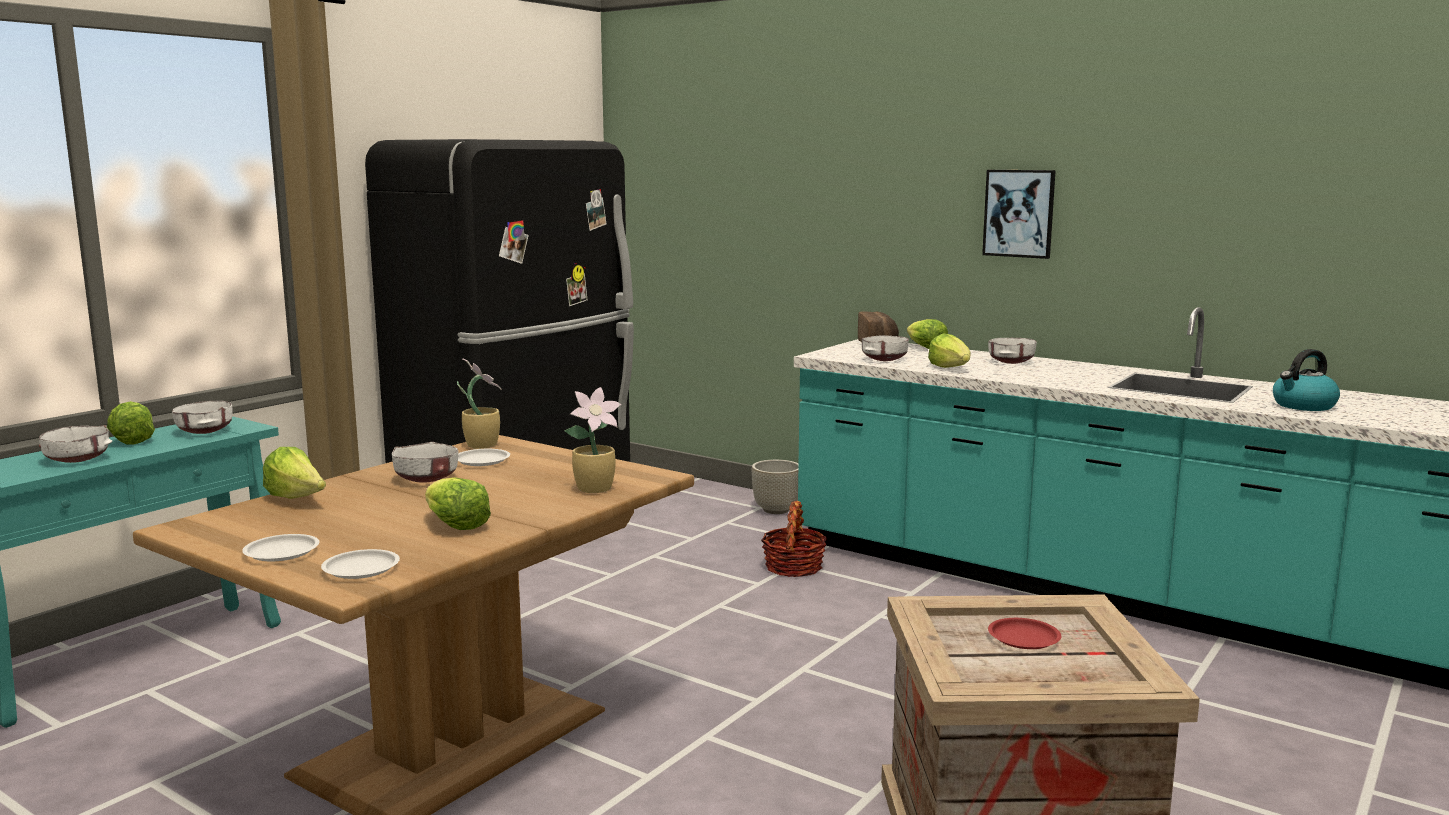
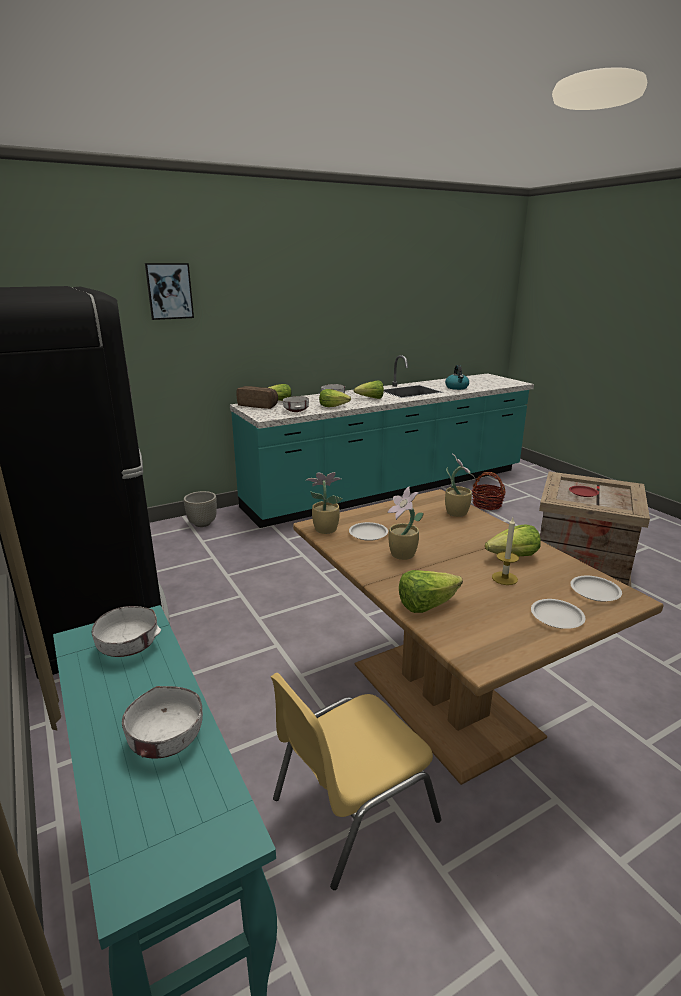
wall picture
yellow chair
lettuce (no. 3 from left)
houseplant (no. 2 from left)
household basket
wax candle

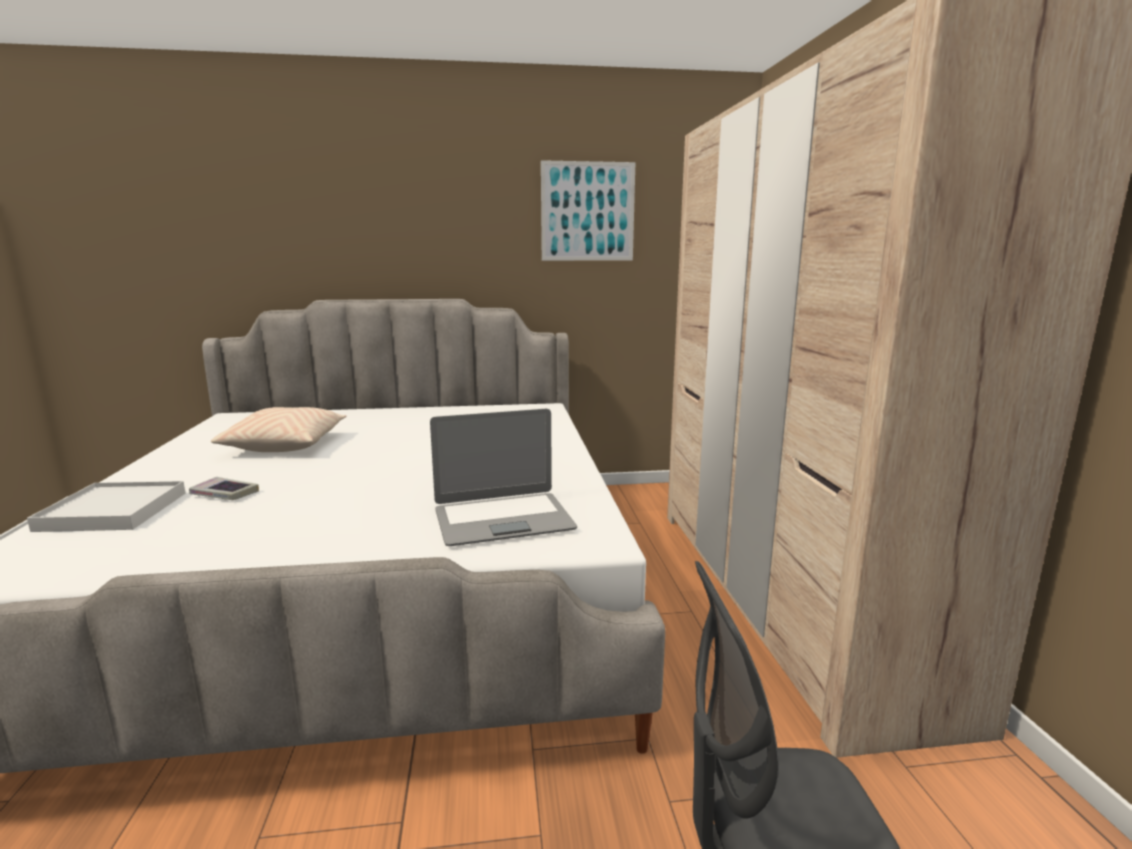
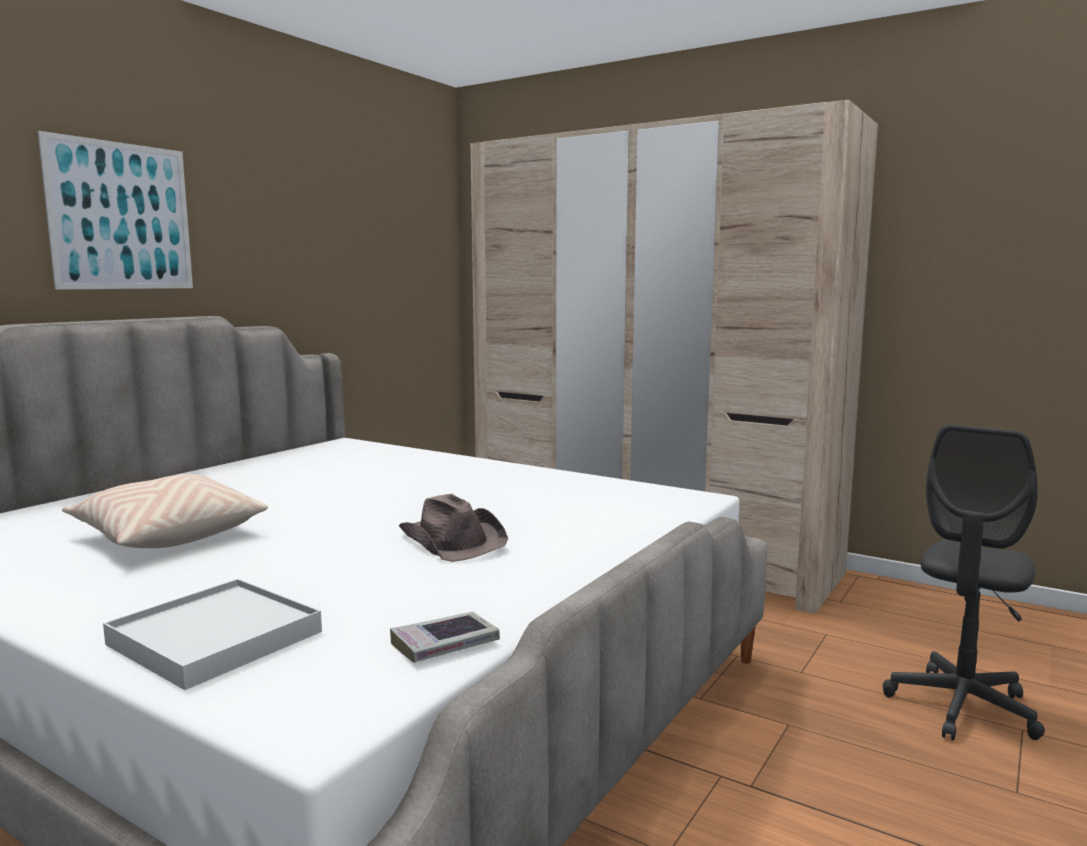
wall picture
bound book
brown hat
notebook computer

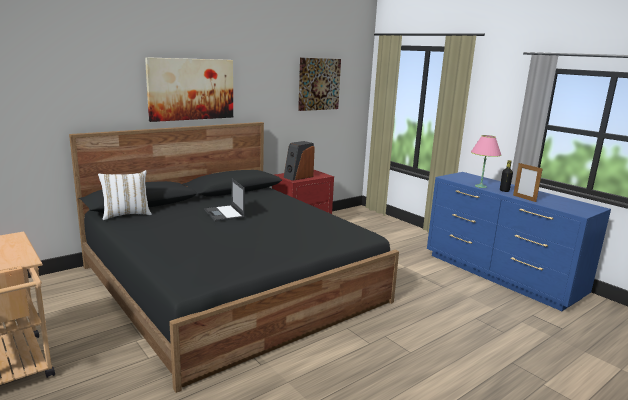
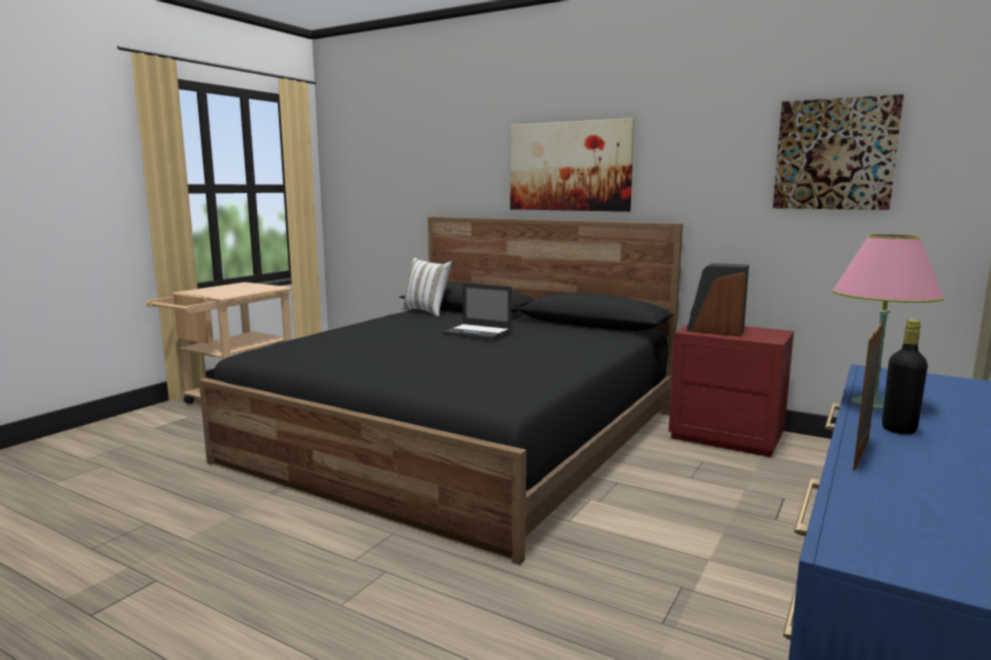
notebook computer

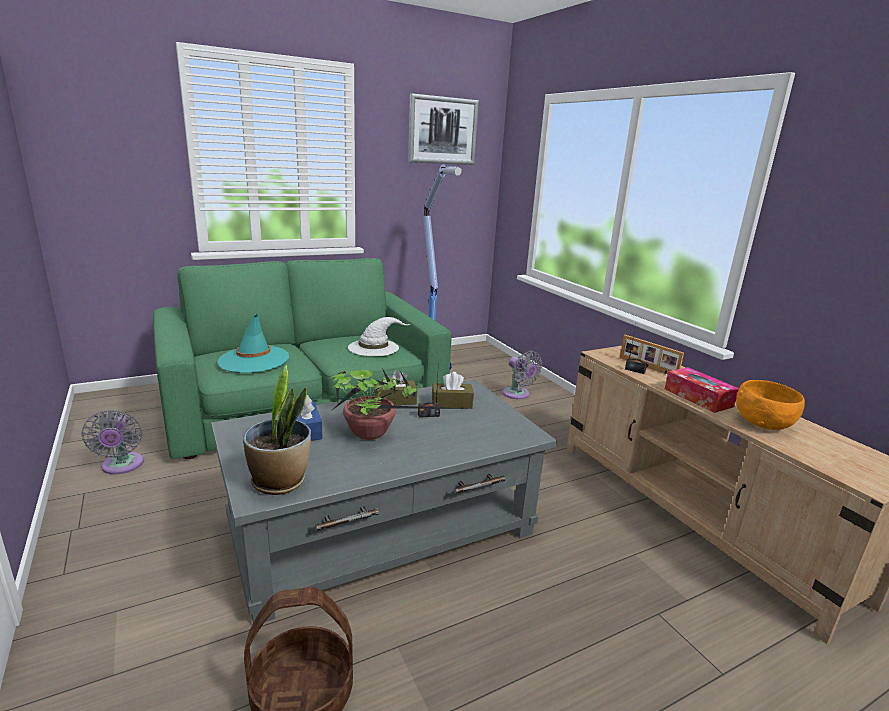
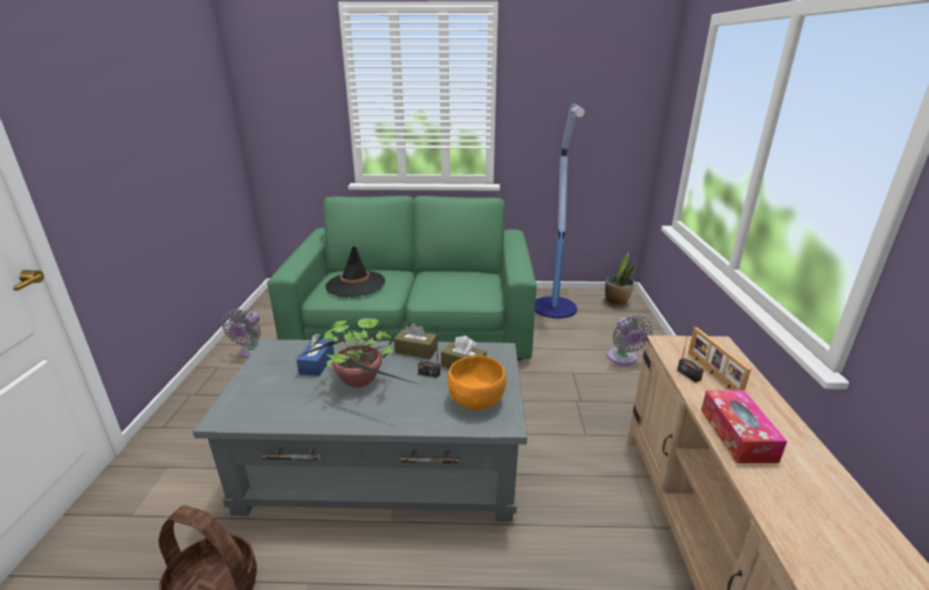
black-coloured hat
orange deep dish
houseplant (no. 2 from left)
whitish hat
wall picture

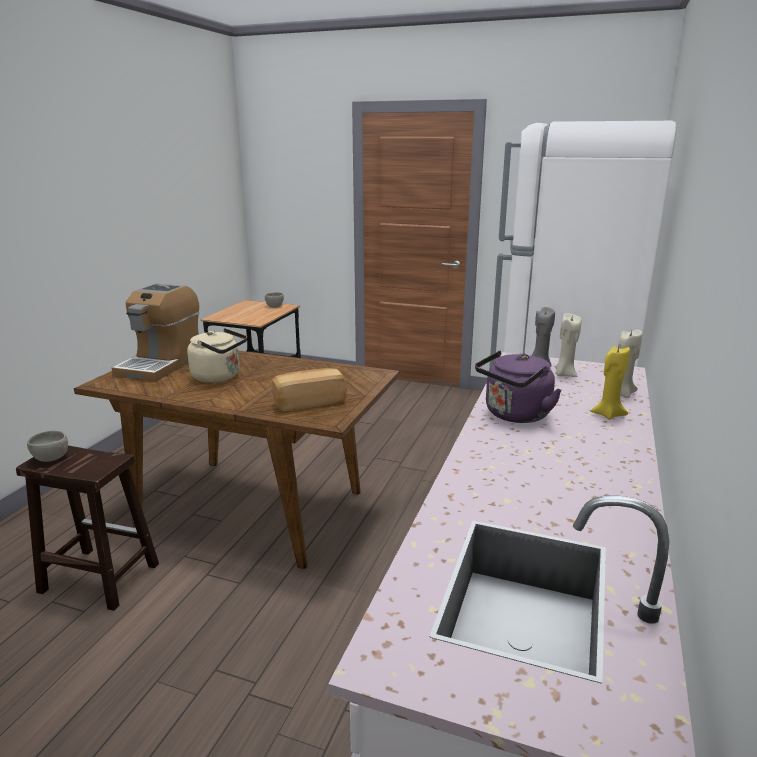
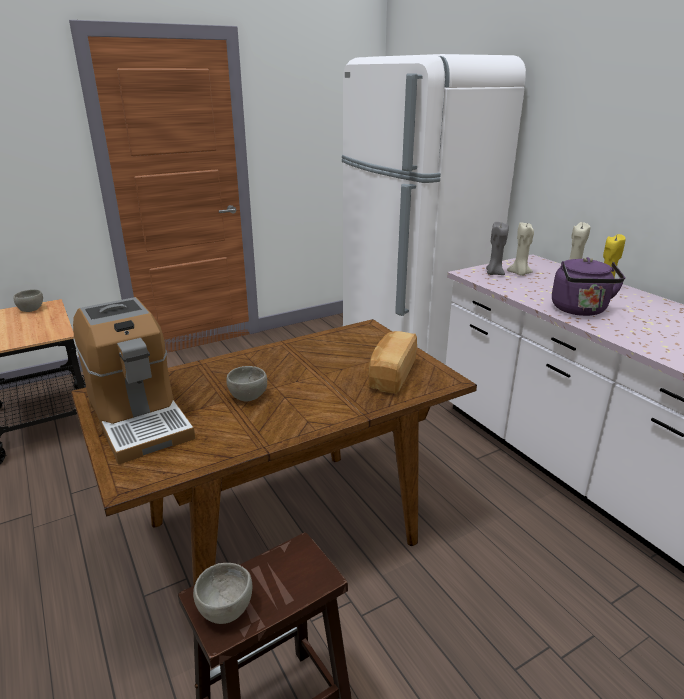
greyish deep dish (no. 3 from left)

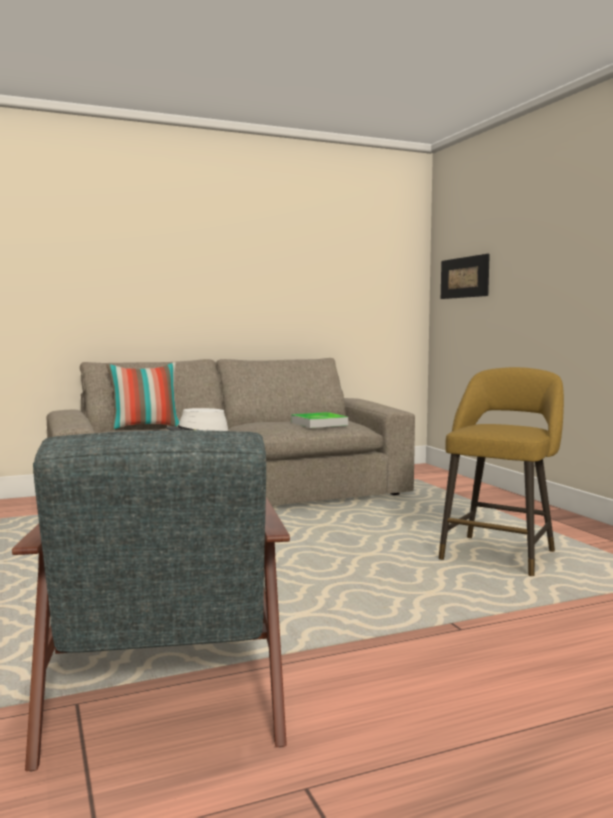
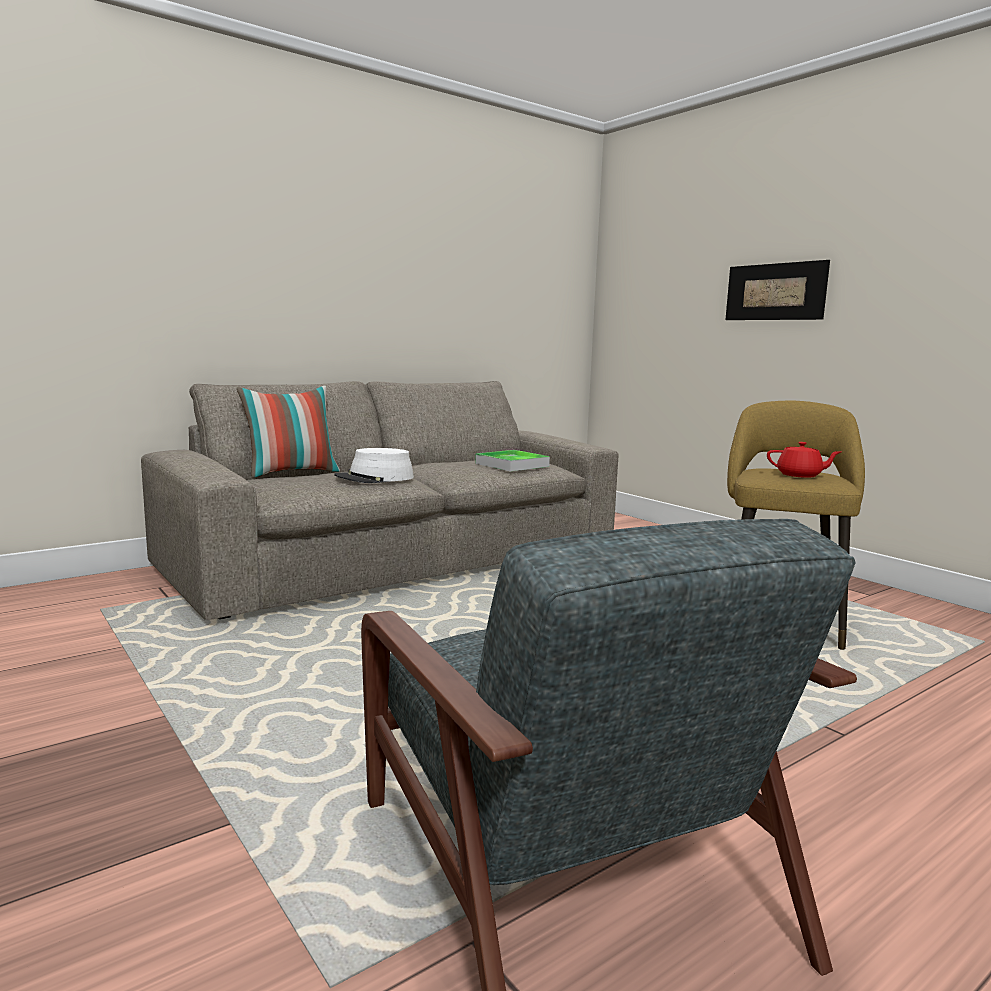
wall picture
reddish teapot

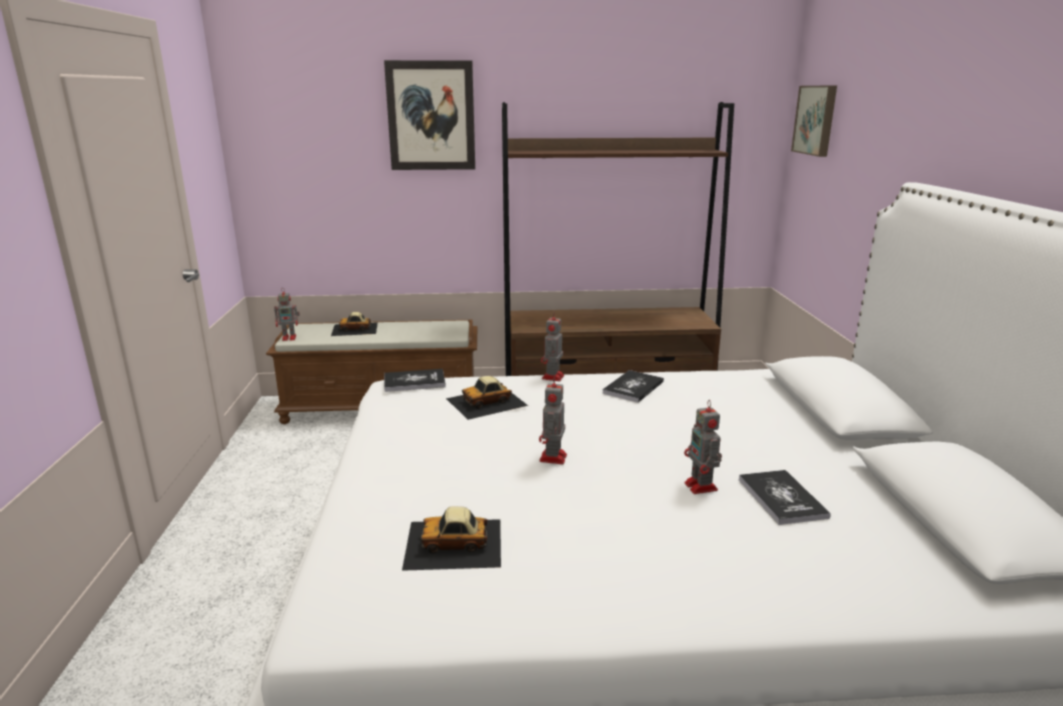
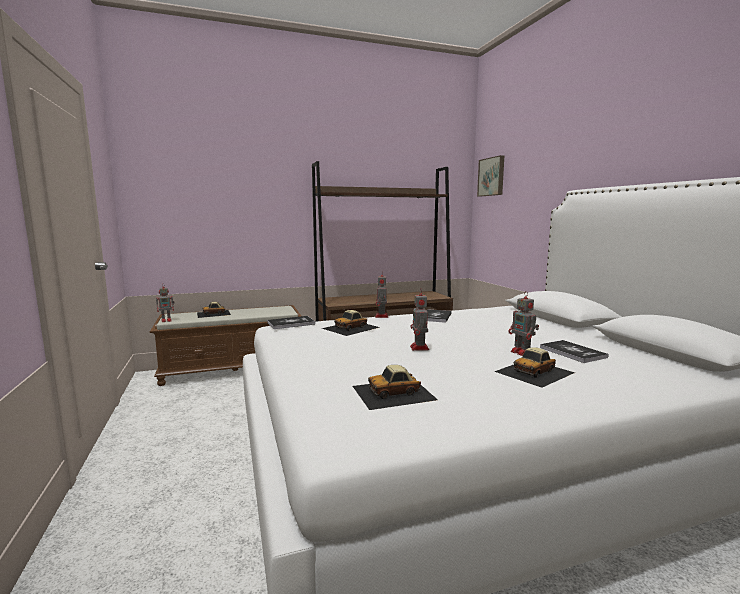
miniature car (no. 4 from left)
wall picture (no. 1 from left in the first image)

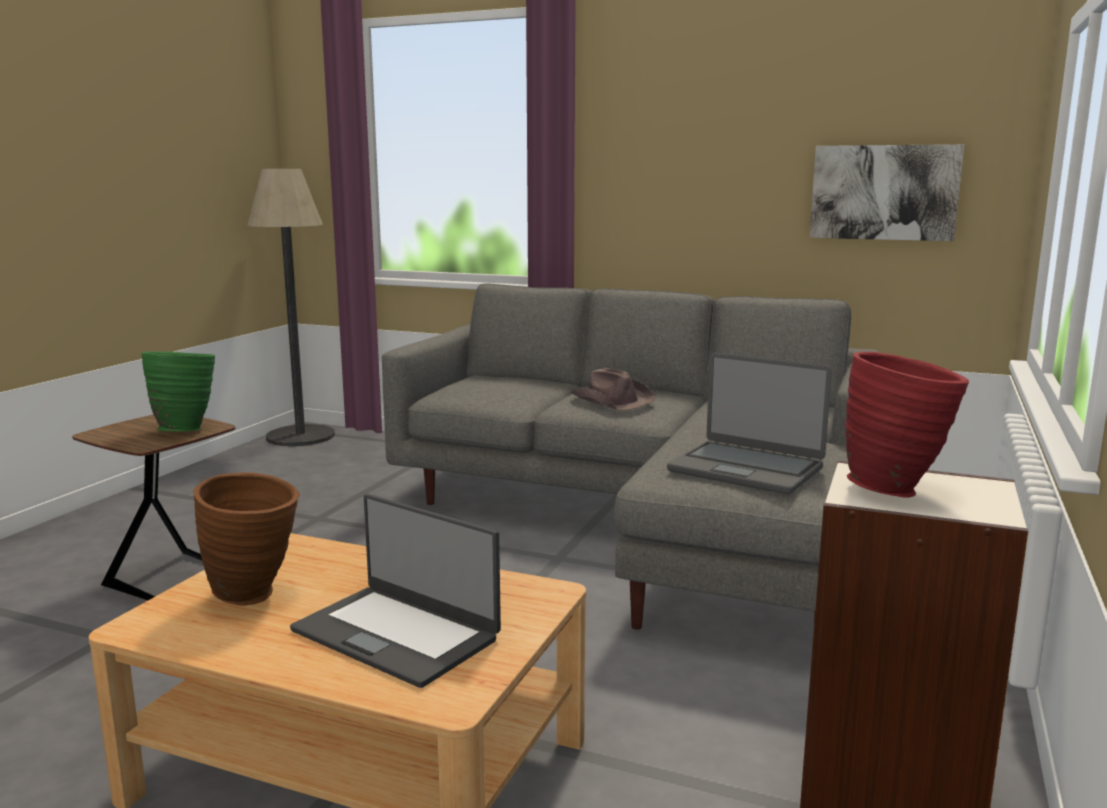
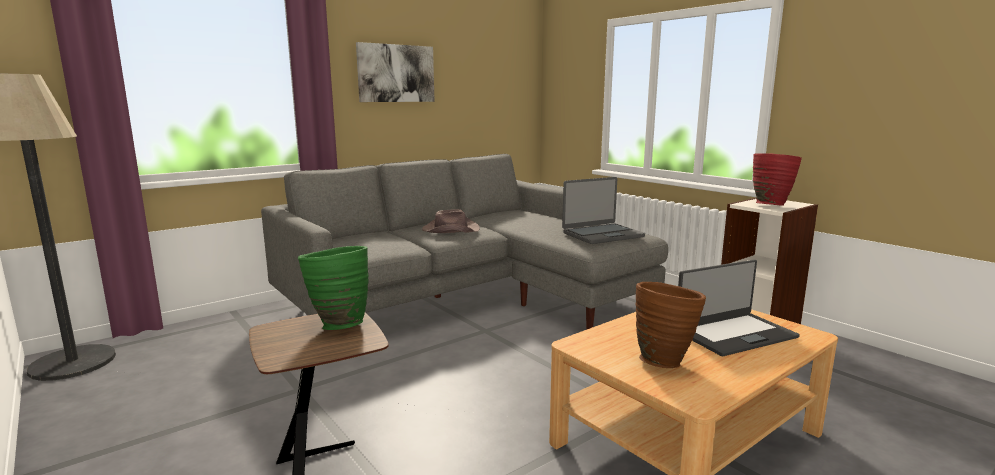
wall picture

